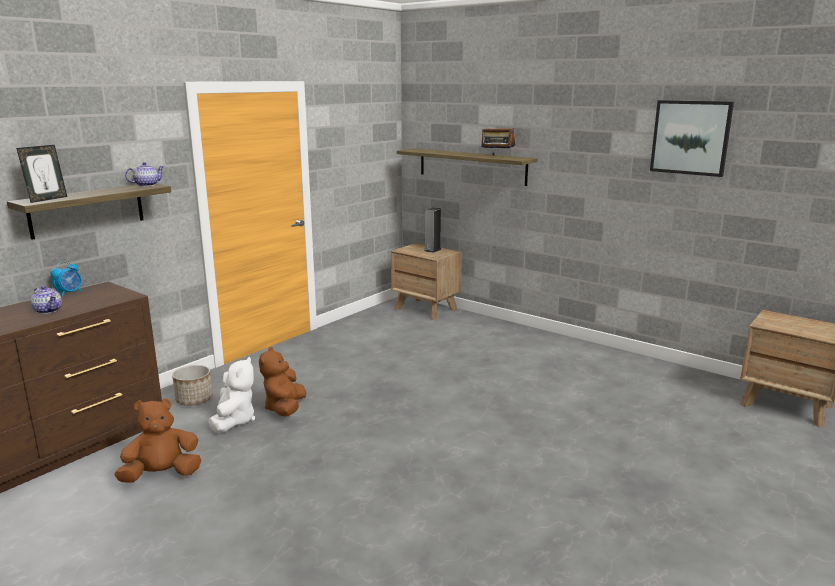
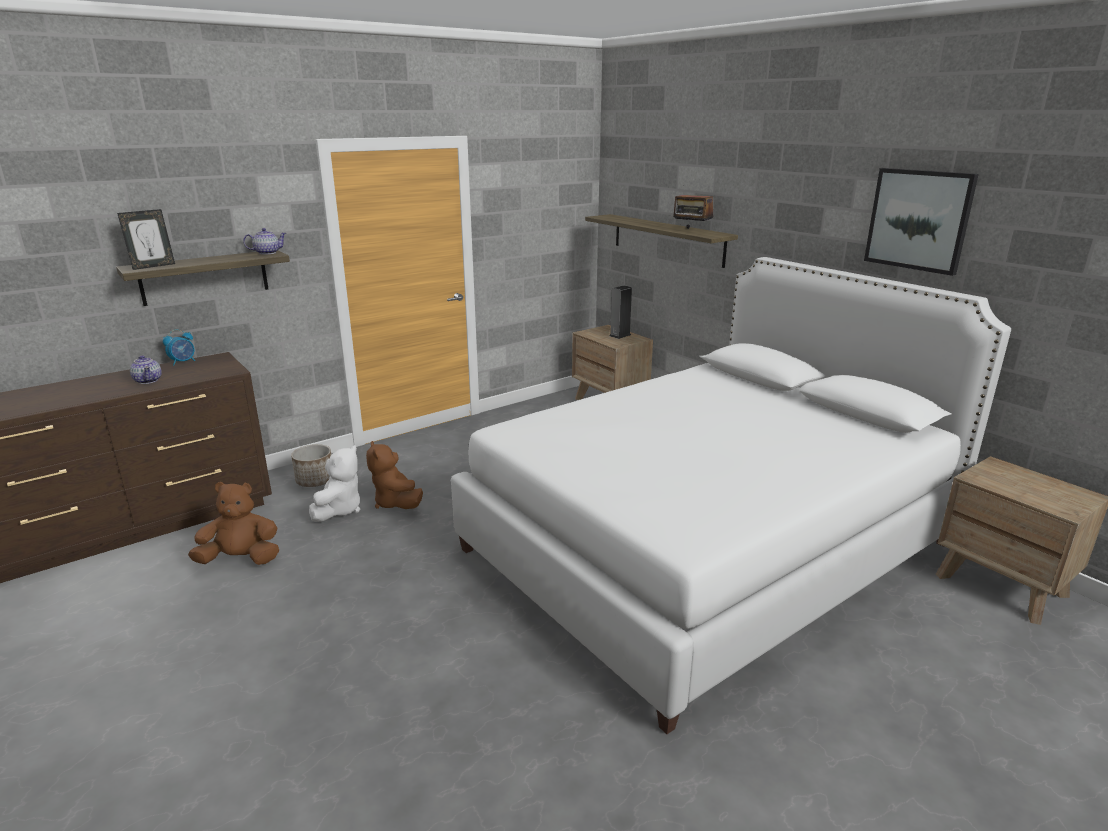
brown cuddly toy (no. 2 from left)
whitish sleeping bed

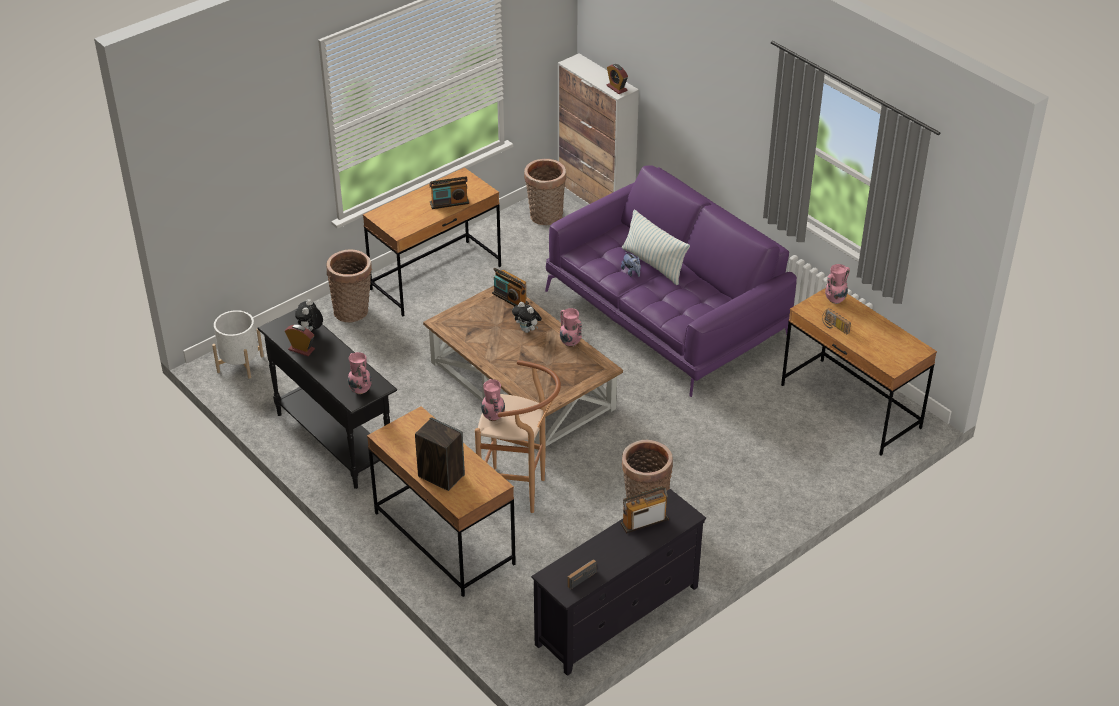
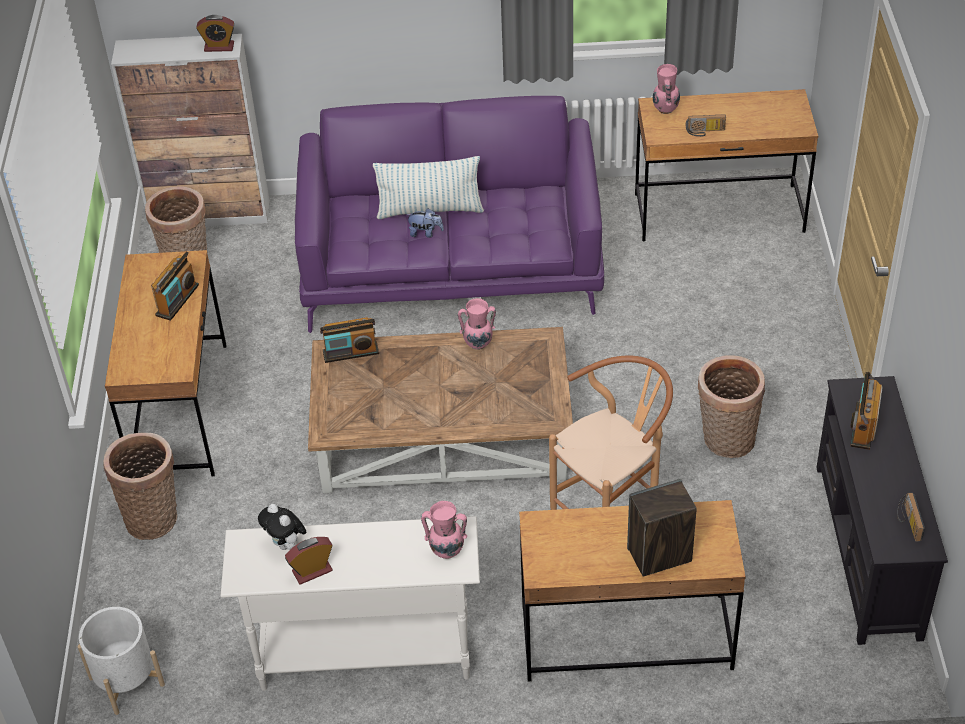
whitish console table
pink flower vase (no. 2 from left in the first image)
cuddly toy (no. 2 from left in the first image)

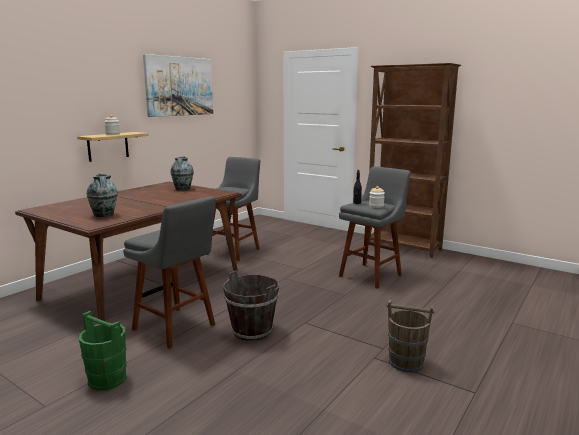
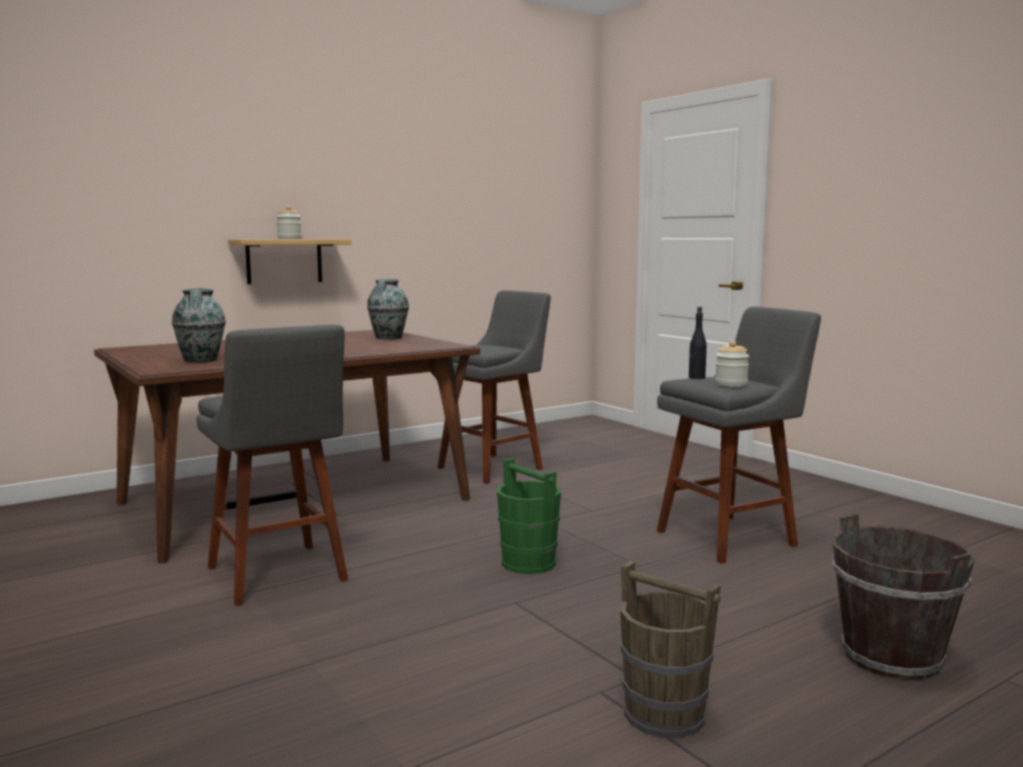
green-coloured pail
brown pail (no. 2 from left)
wall picture
brown bookshelf

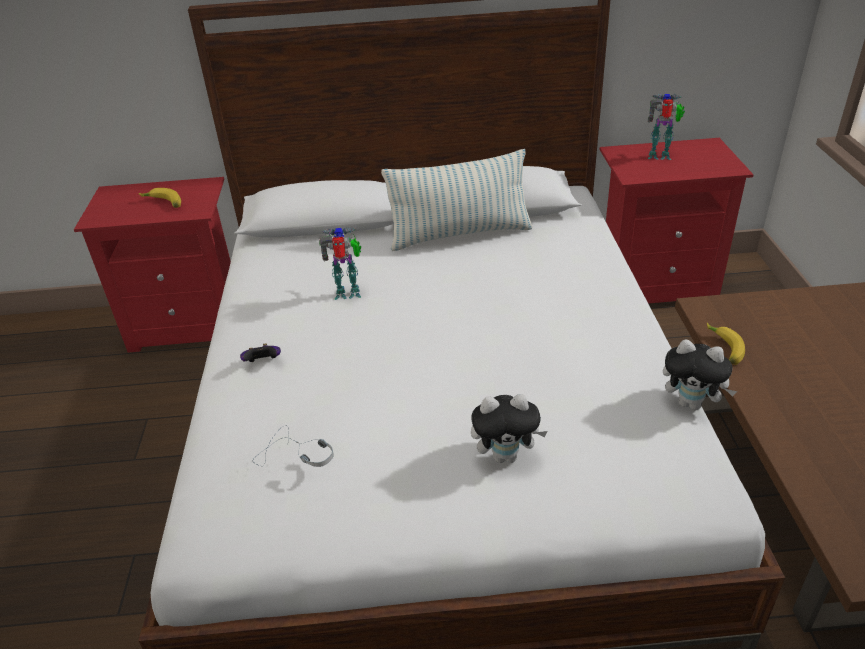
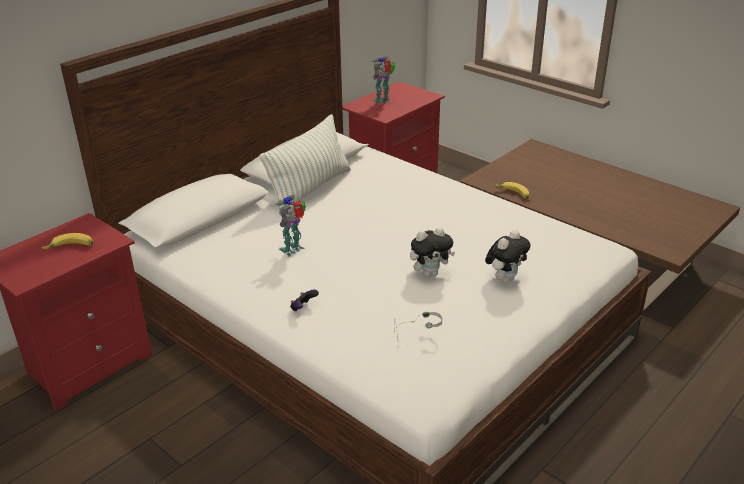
cuddly toy (no. 1 from left)

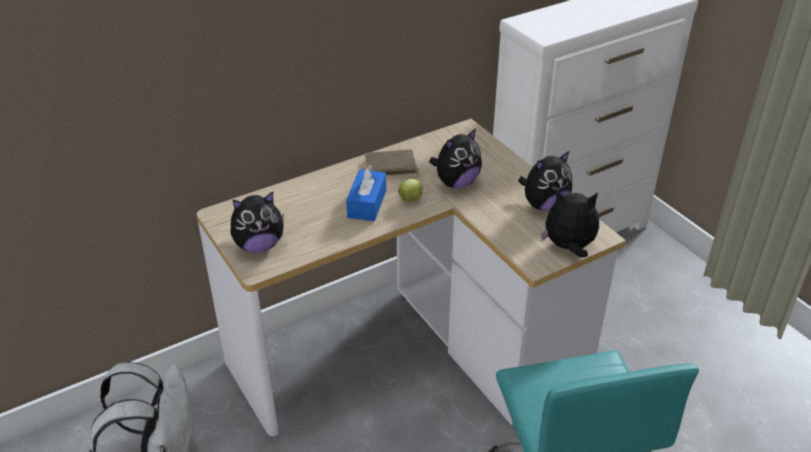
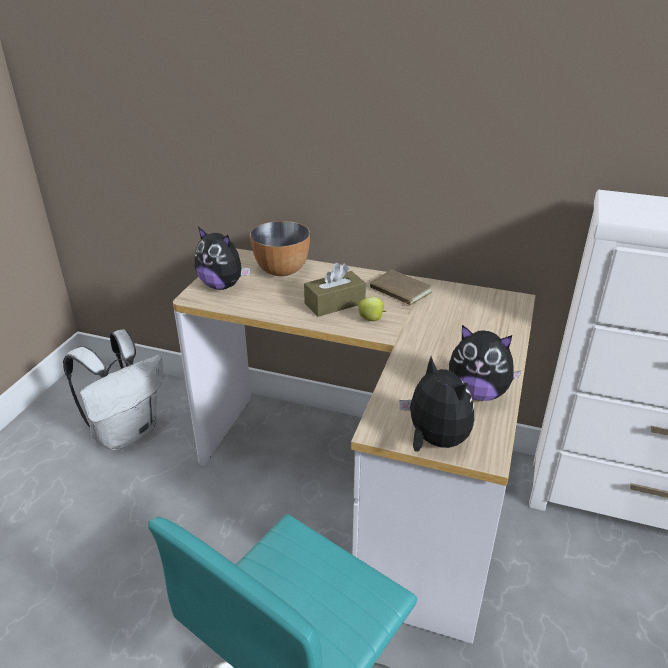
deep dish
brown tissue box
cuddly toy (no. 2 from left in the first image)

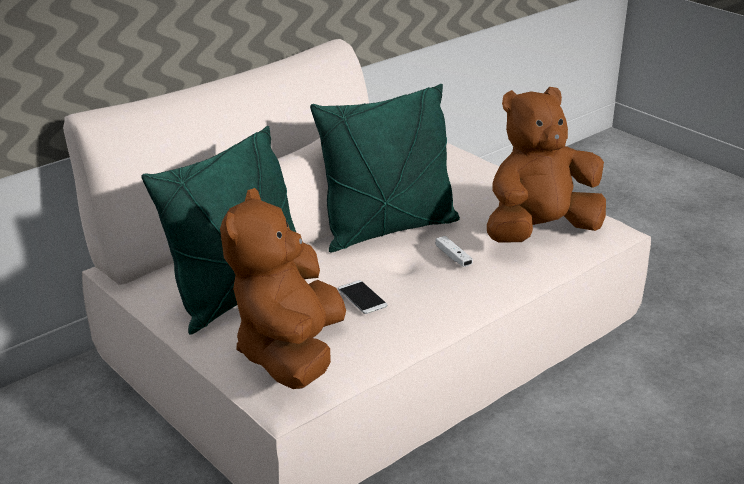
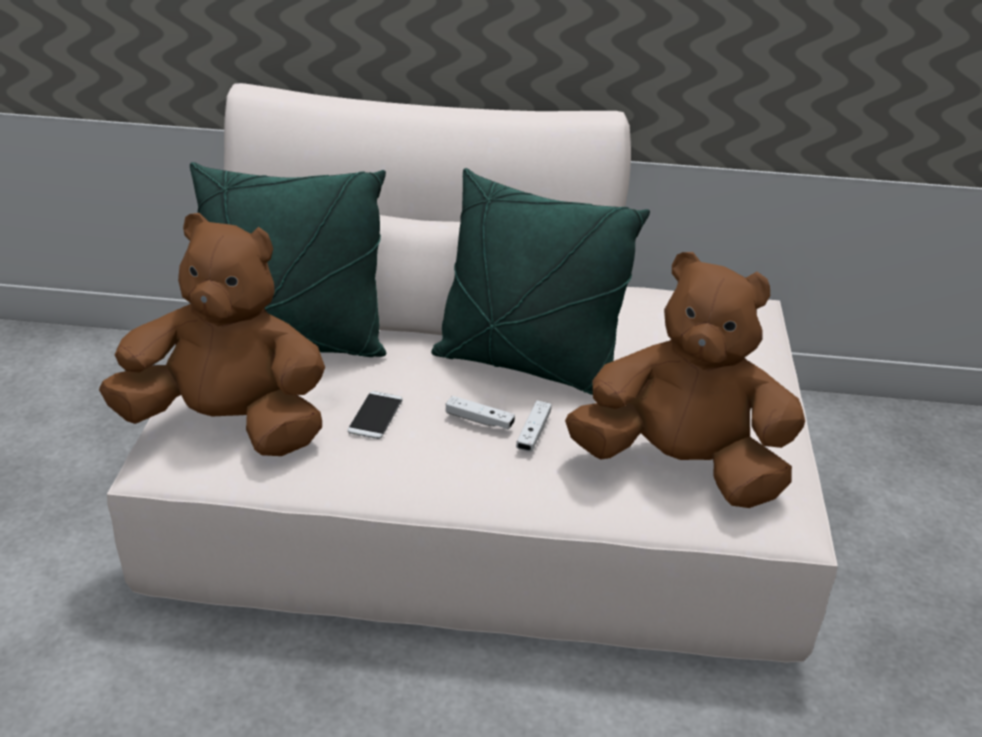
brown cuddly toy (no. 1 from left)
whitish game controller (no. 1 from left)

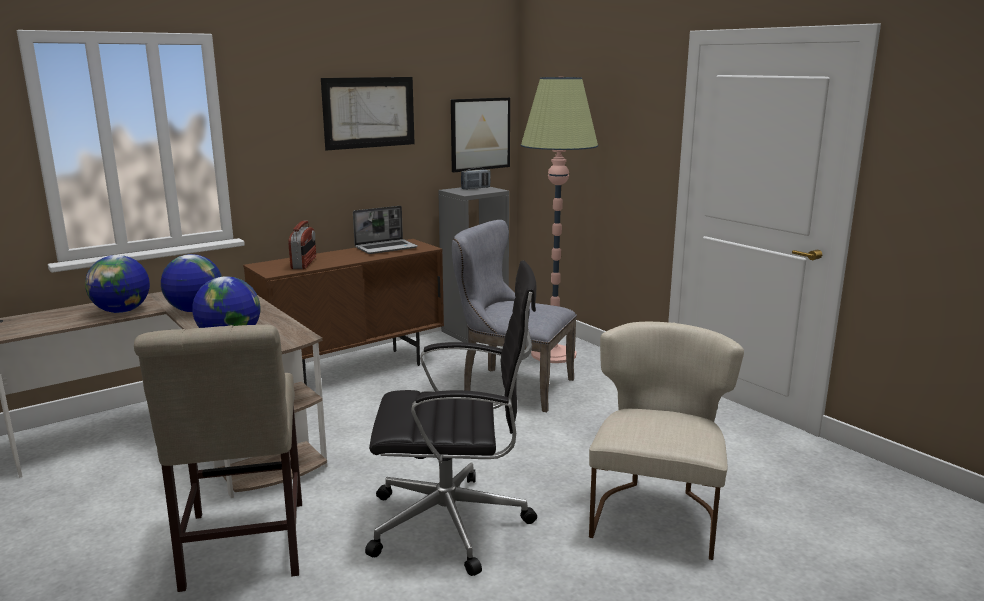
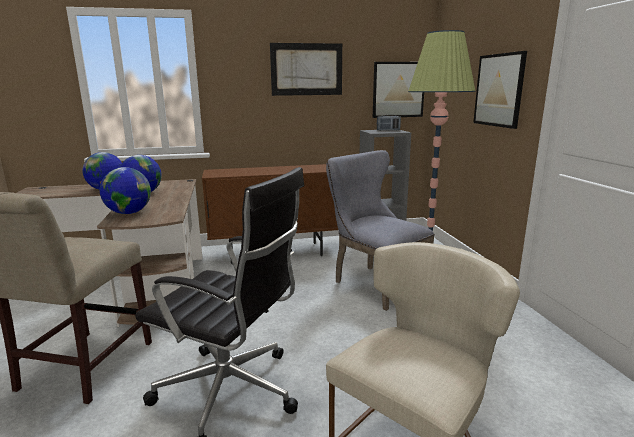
wall picture (no. 3 from left)
radio (no. 1 from left in the first image)
notebook computer

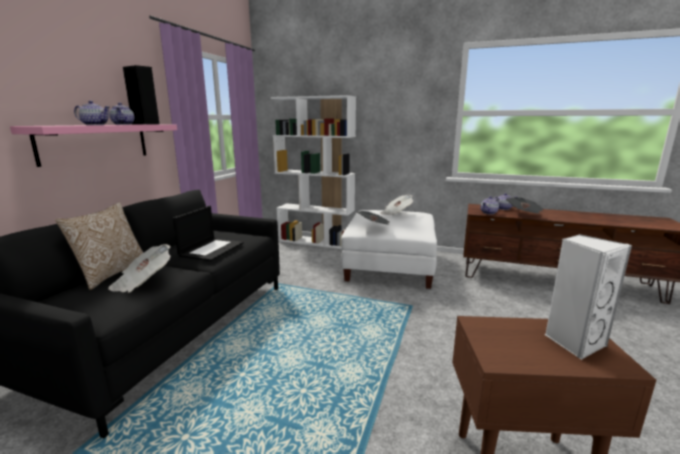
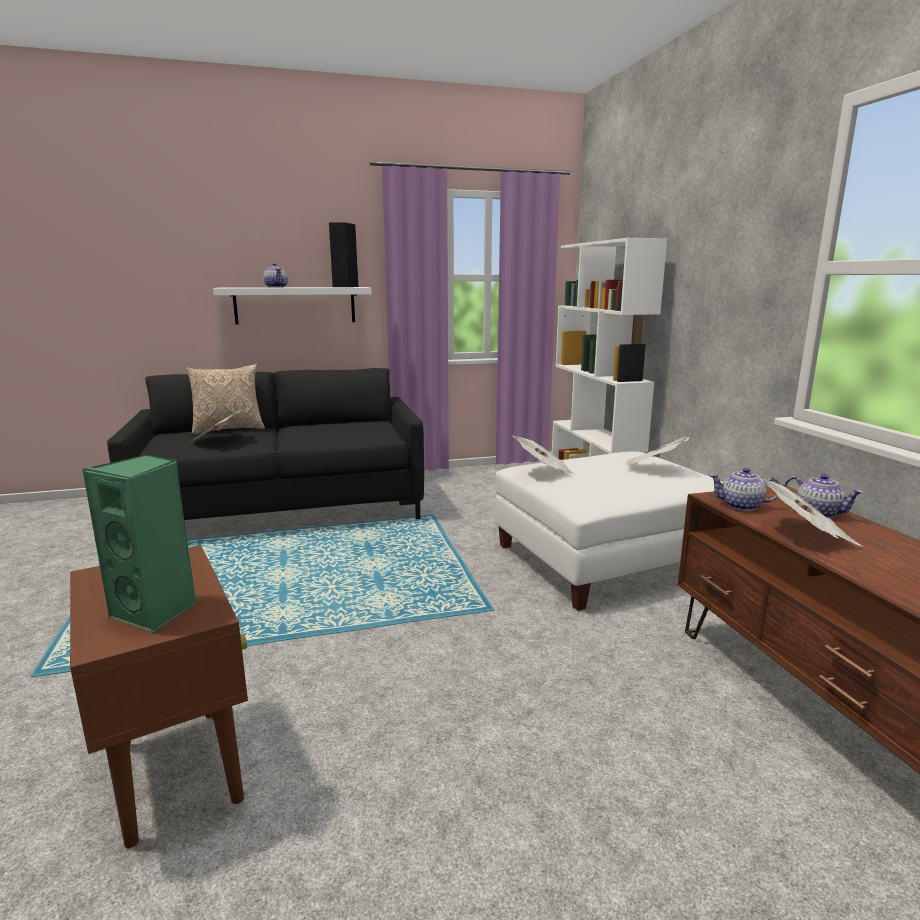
green-coloured speaker
whitish bracket shelf
teapot (no. 2 from left in the first image)
notebook computer

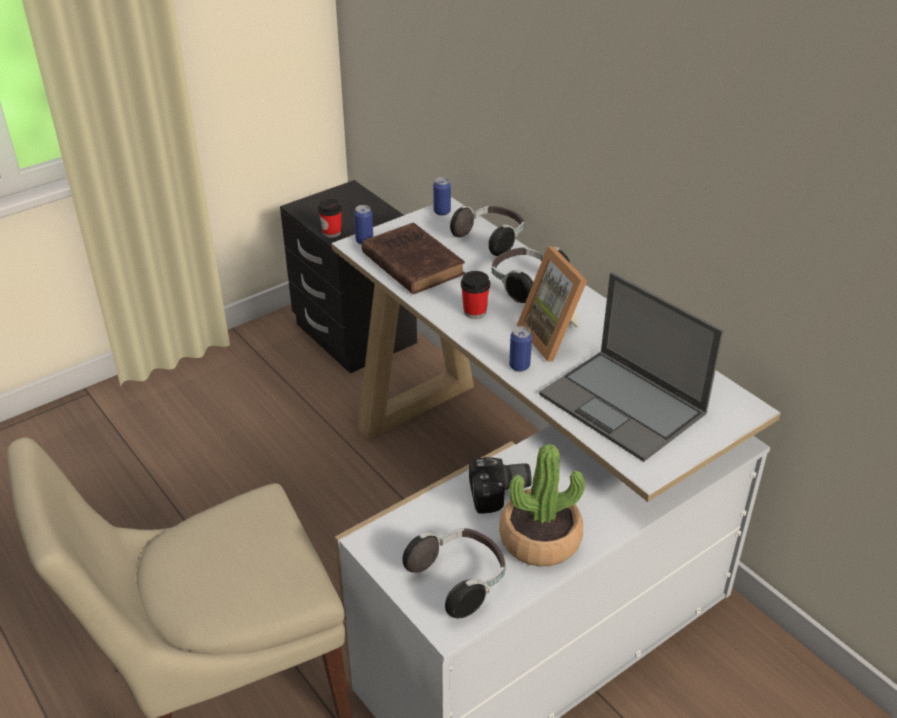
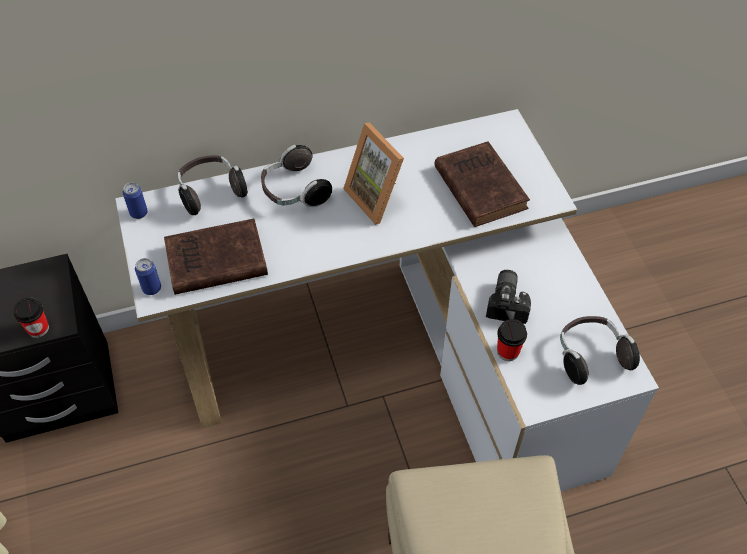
picture frame
brown bound book (no. 2 from left)
drinking cup (no. 2 from left)
houseplant
can (no. 3 from left in the first image)

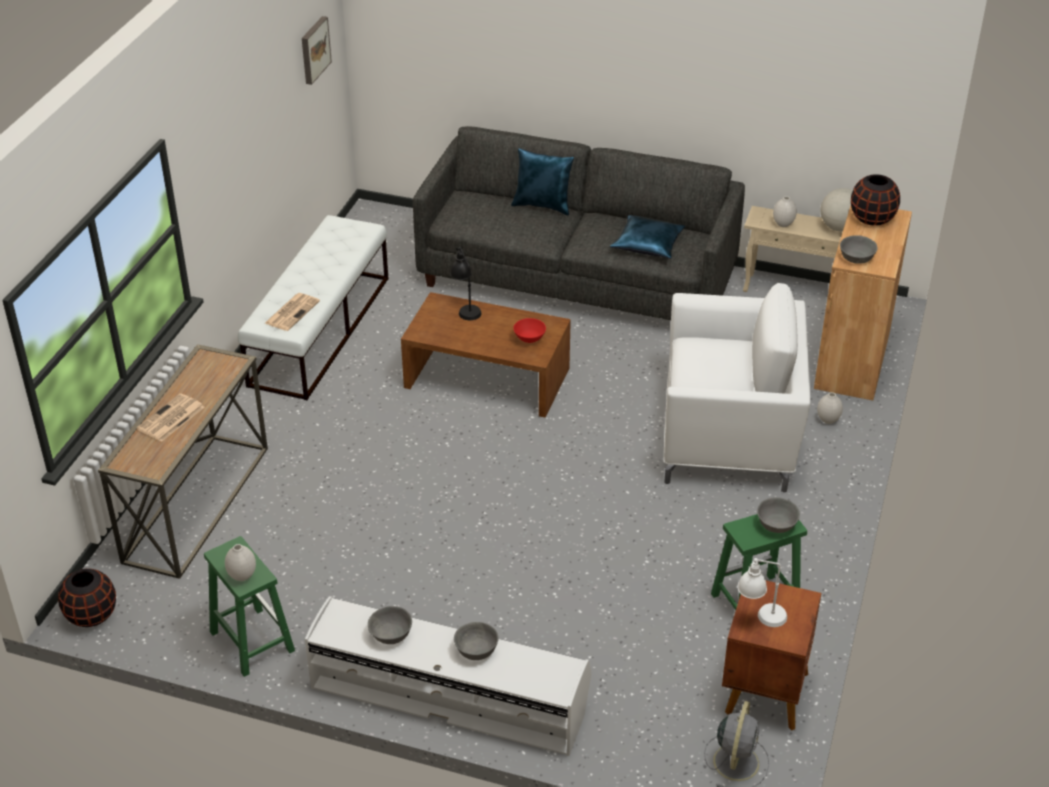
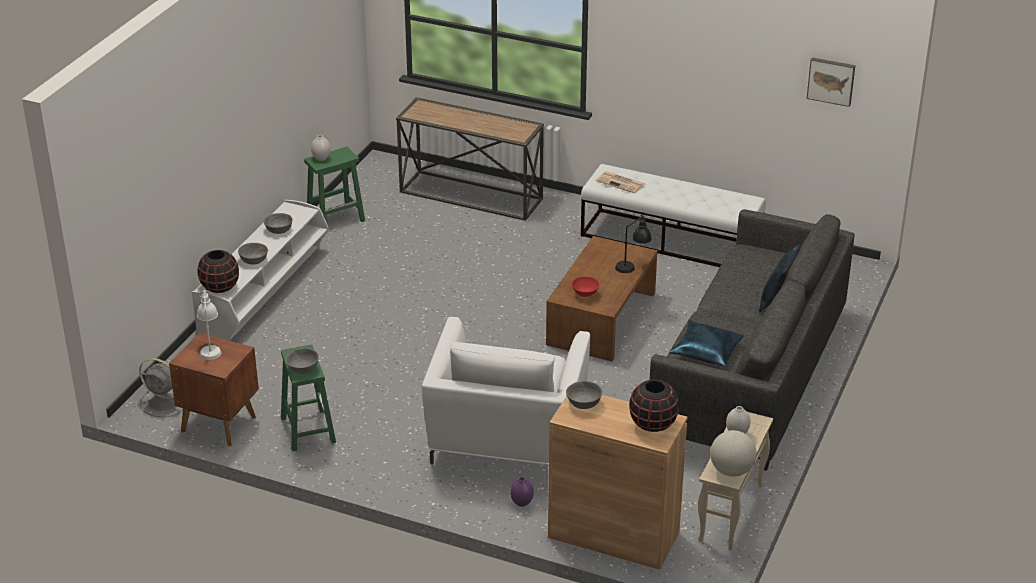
black-coloured flower vase (no. 1 from left)
purplish flower vase
daily paper (no. 1 from left in the first image)

